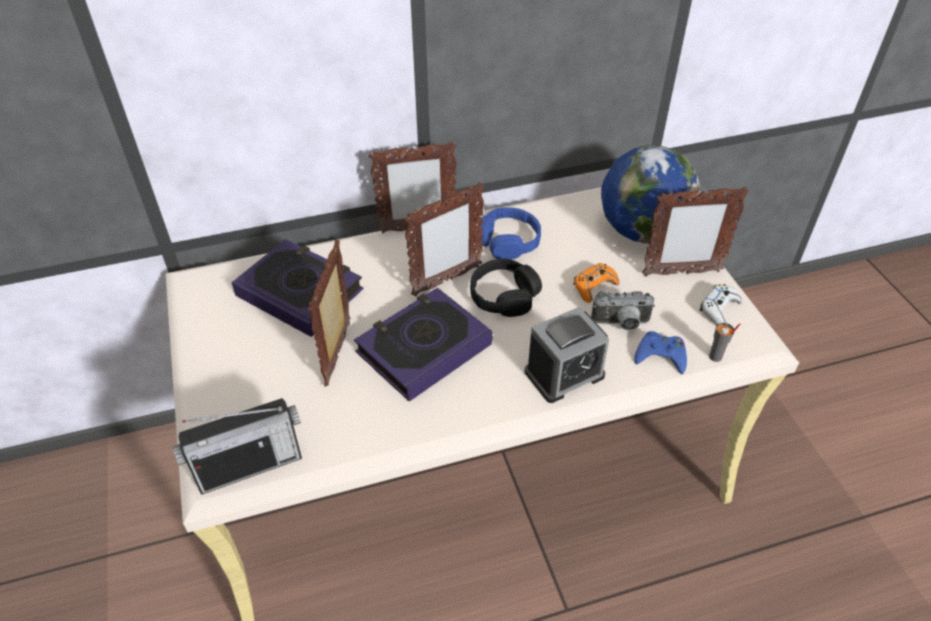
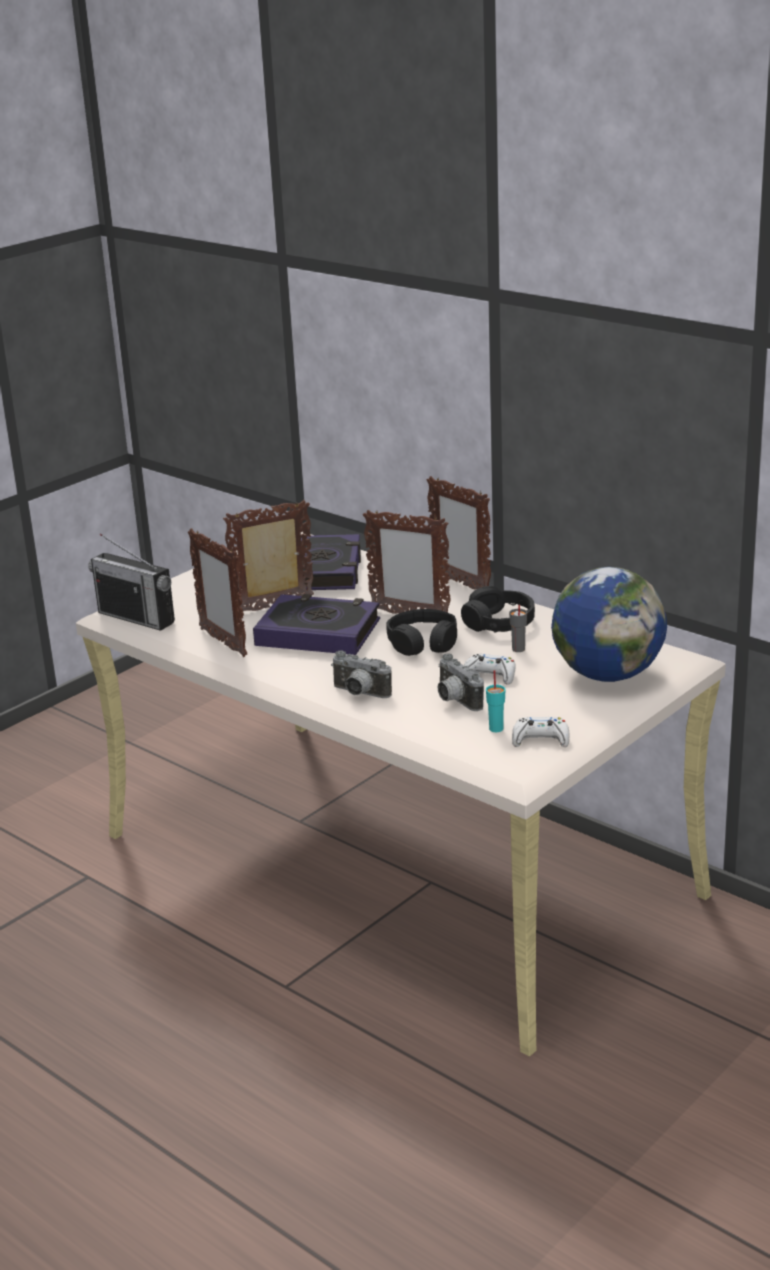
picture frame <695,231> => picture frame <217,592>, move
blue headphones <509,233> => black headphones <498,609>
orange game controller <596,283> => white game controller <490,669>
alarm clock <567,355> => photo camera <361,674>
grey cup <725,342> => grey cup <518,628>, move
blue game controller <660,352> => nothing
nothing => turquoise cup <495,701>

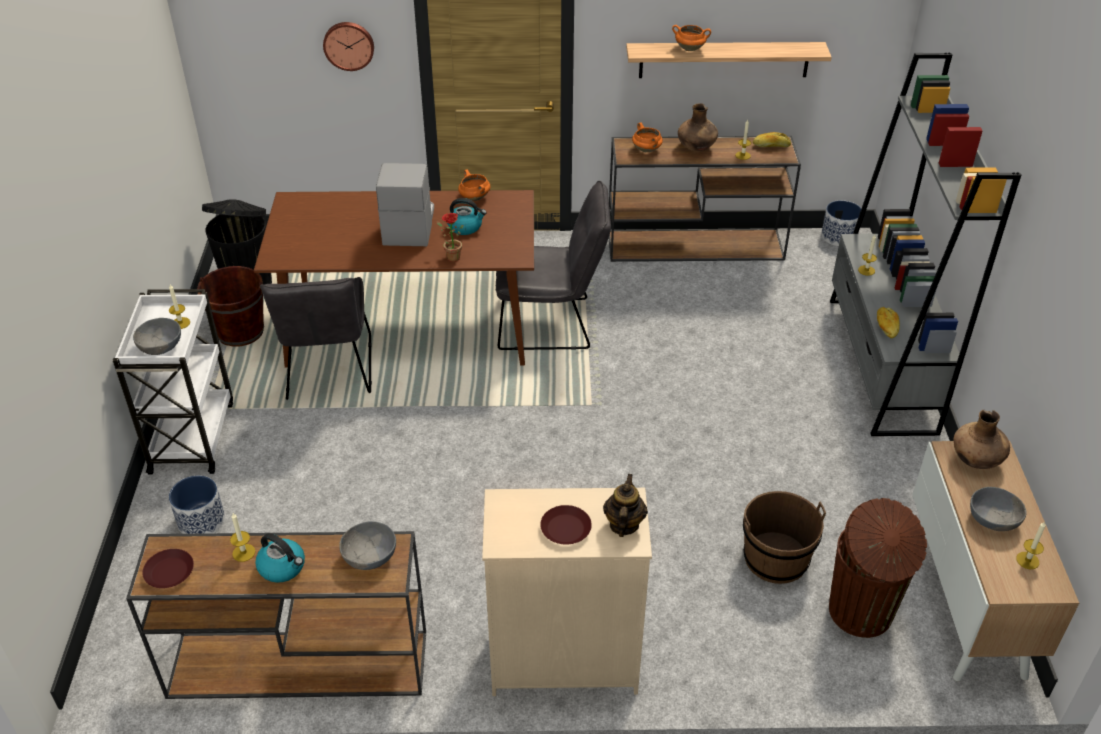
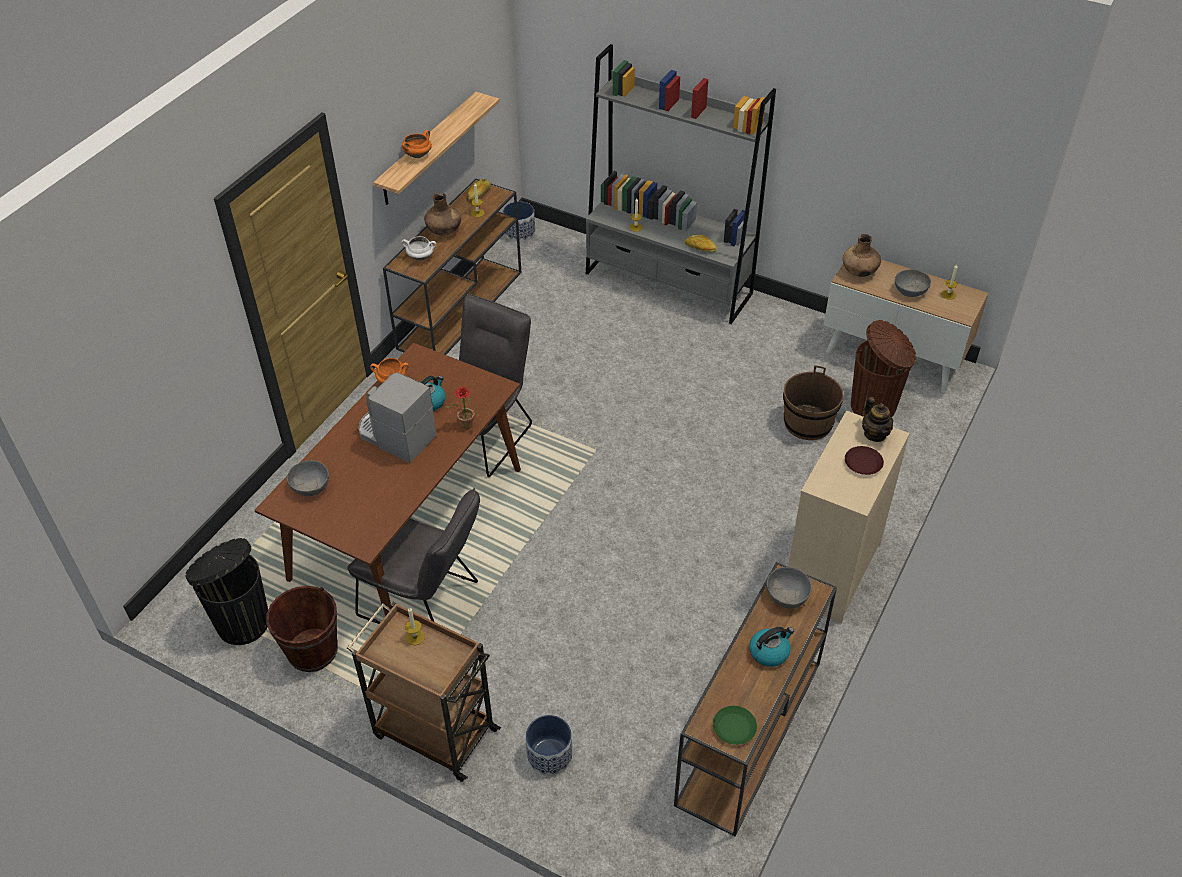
wall clock <348,46> => nothing
orange cooking pot <647,137> => white cooking pot <419,248>
white cart <173,381> => brown cart <424,692>
grey bowl <157,336> => grey bowl <308,478>, move
teapot <625,505> => teapot <877,419>, 150 degrees counterclockwise
candle <242,537> => nothing
brown plate <168,568> => green plate <735,725>

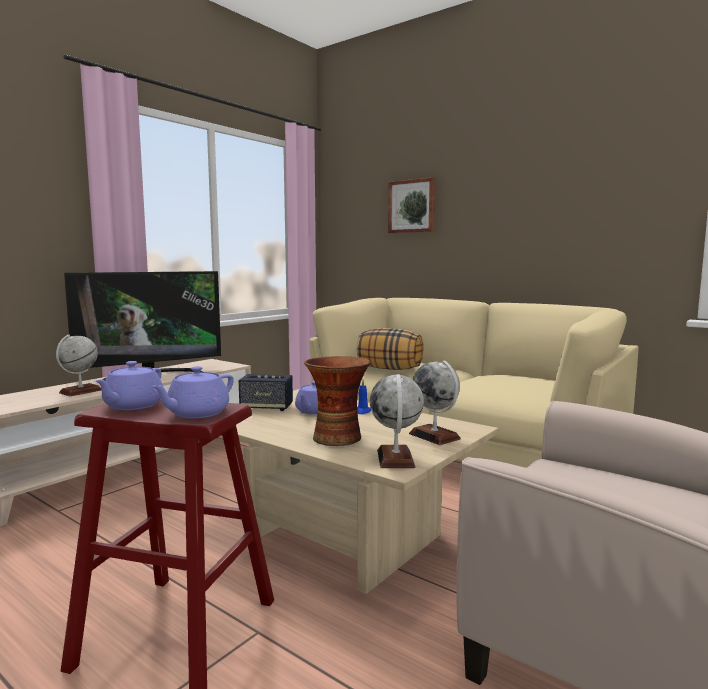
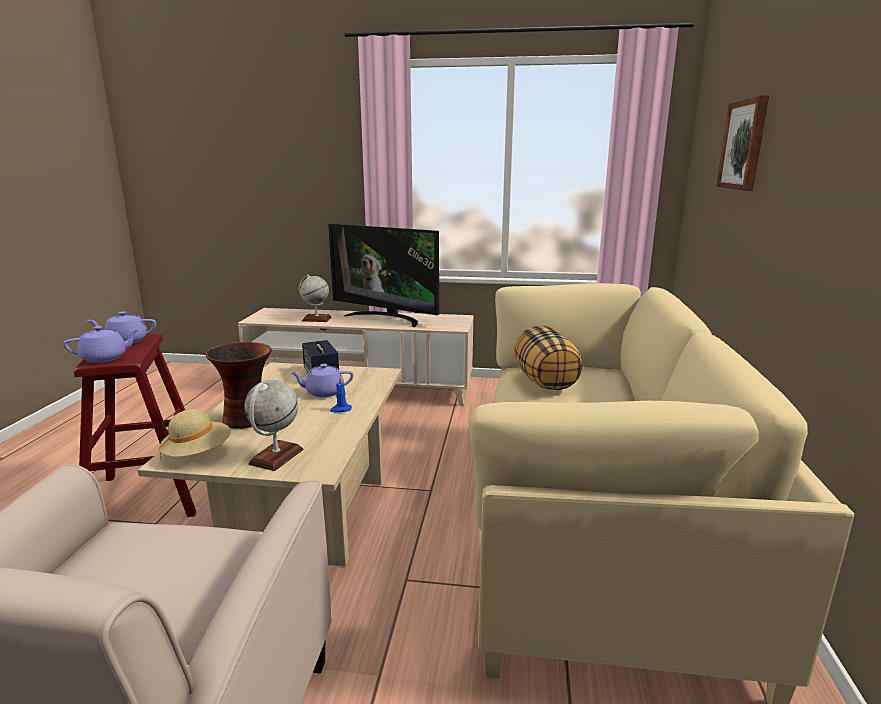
purple teapot <192,392> => purple teapot <101,344>, 150 degrees clockwise
globe <397,421> => beige hat <195,433>

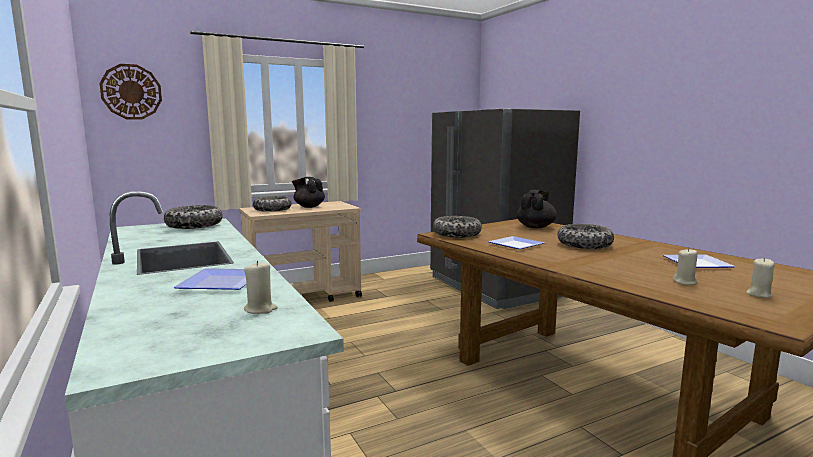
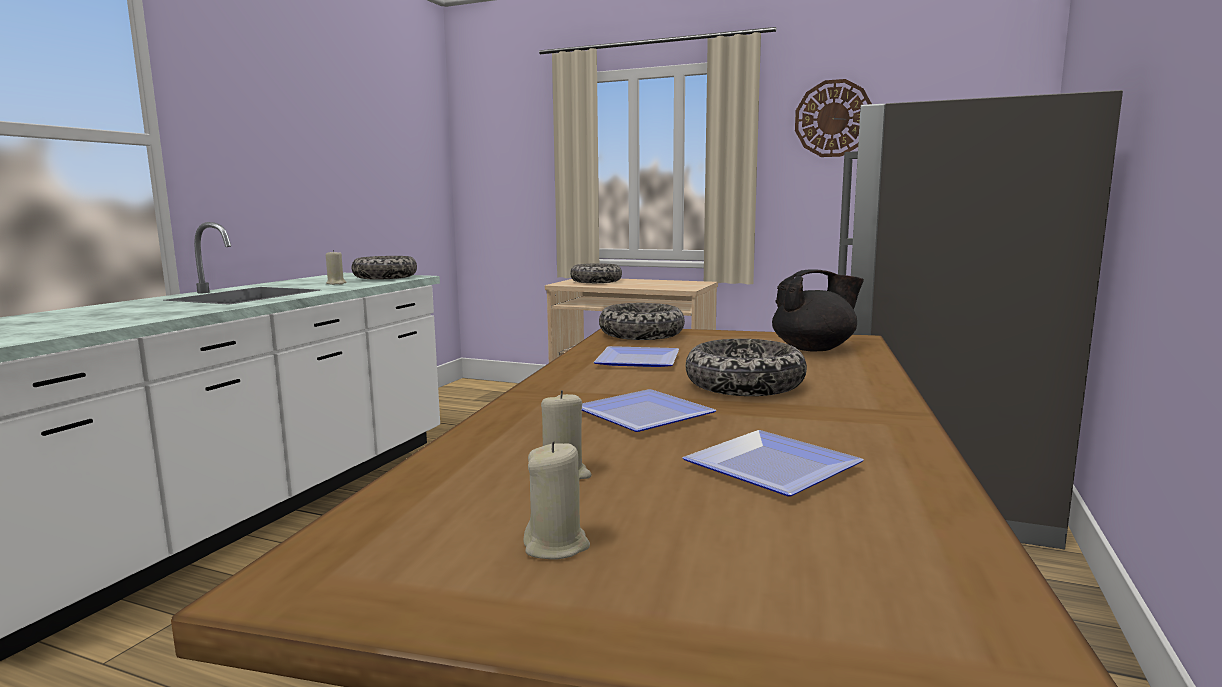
wall clock <130,92> => wall clock <833,118>, move
black teapot <308,192> => nothing
beige candle <261,287> => beige candle <336,267>, move
plate <210,279> => plate <649,410>, move

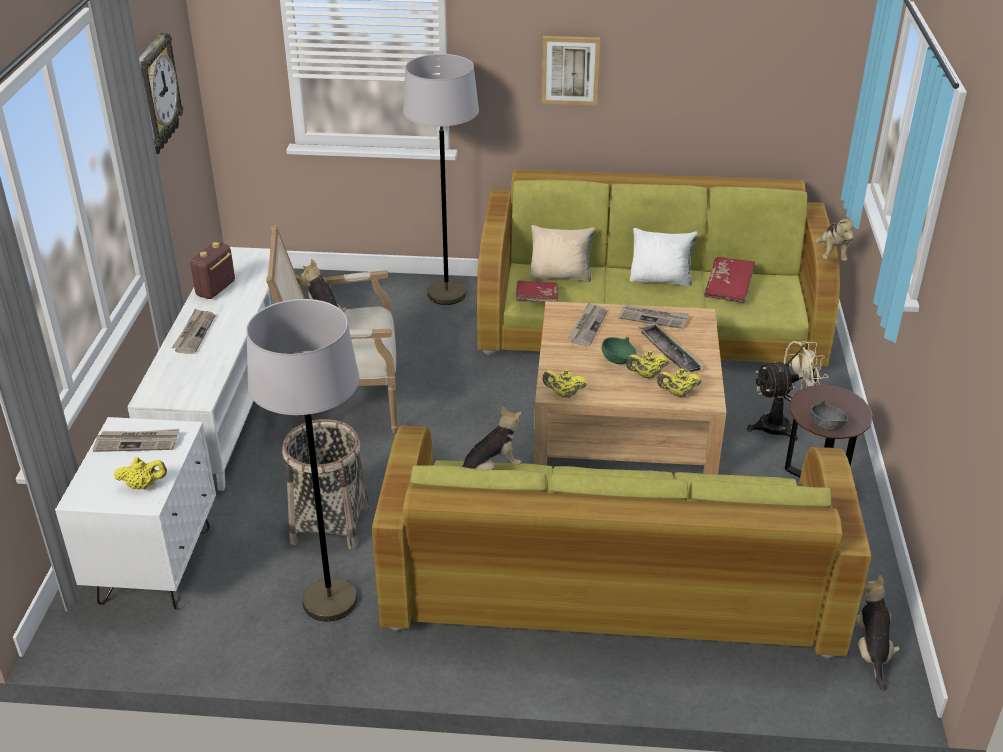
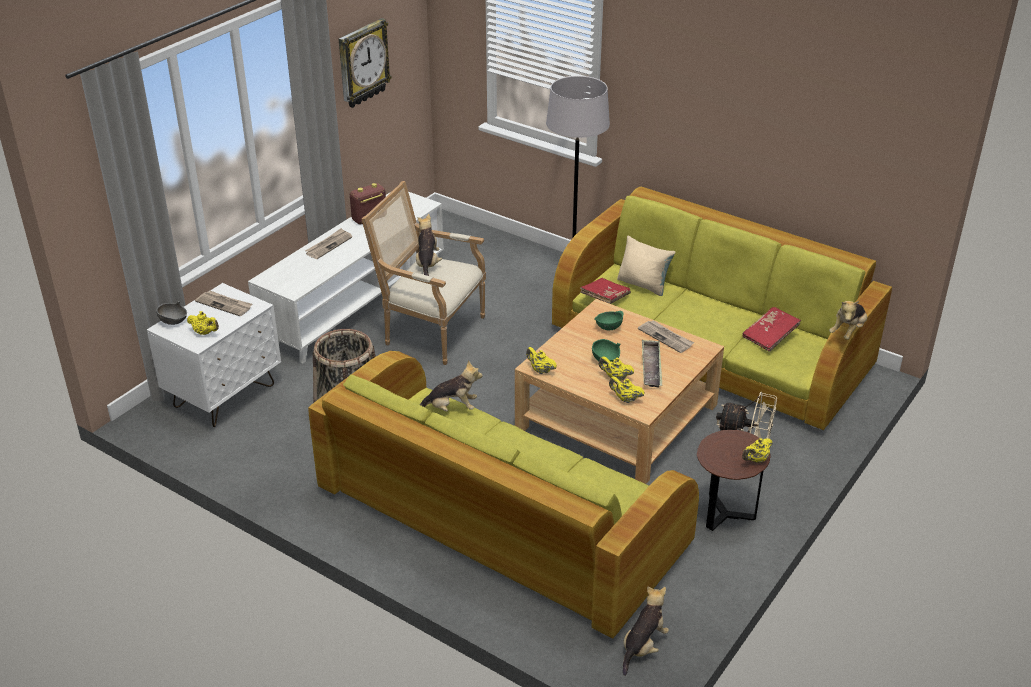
picture <571,70> => nothing
white pillow <664,257> => nothing
grey floor lamp <302,460> => nothing
newspaper <587,324> => green bowl <609,320>
grey bowl <829,415> => grey bowl <171,313>, move
nothing => yellow teapot <757,450>

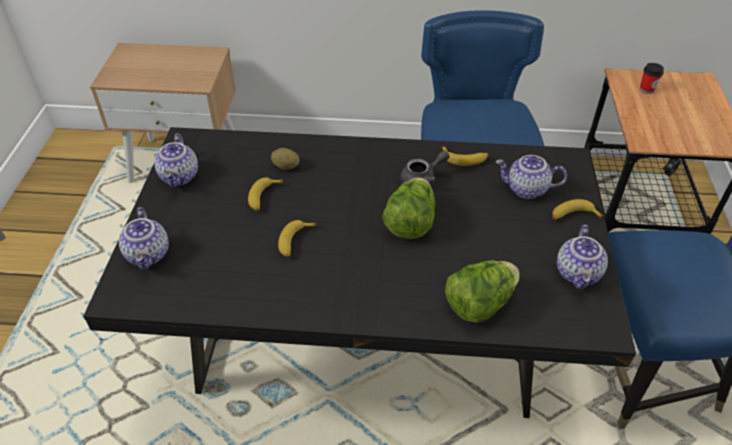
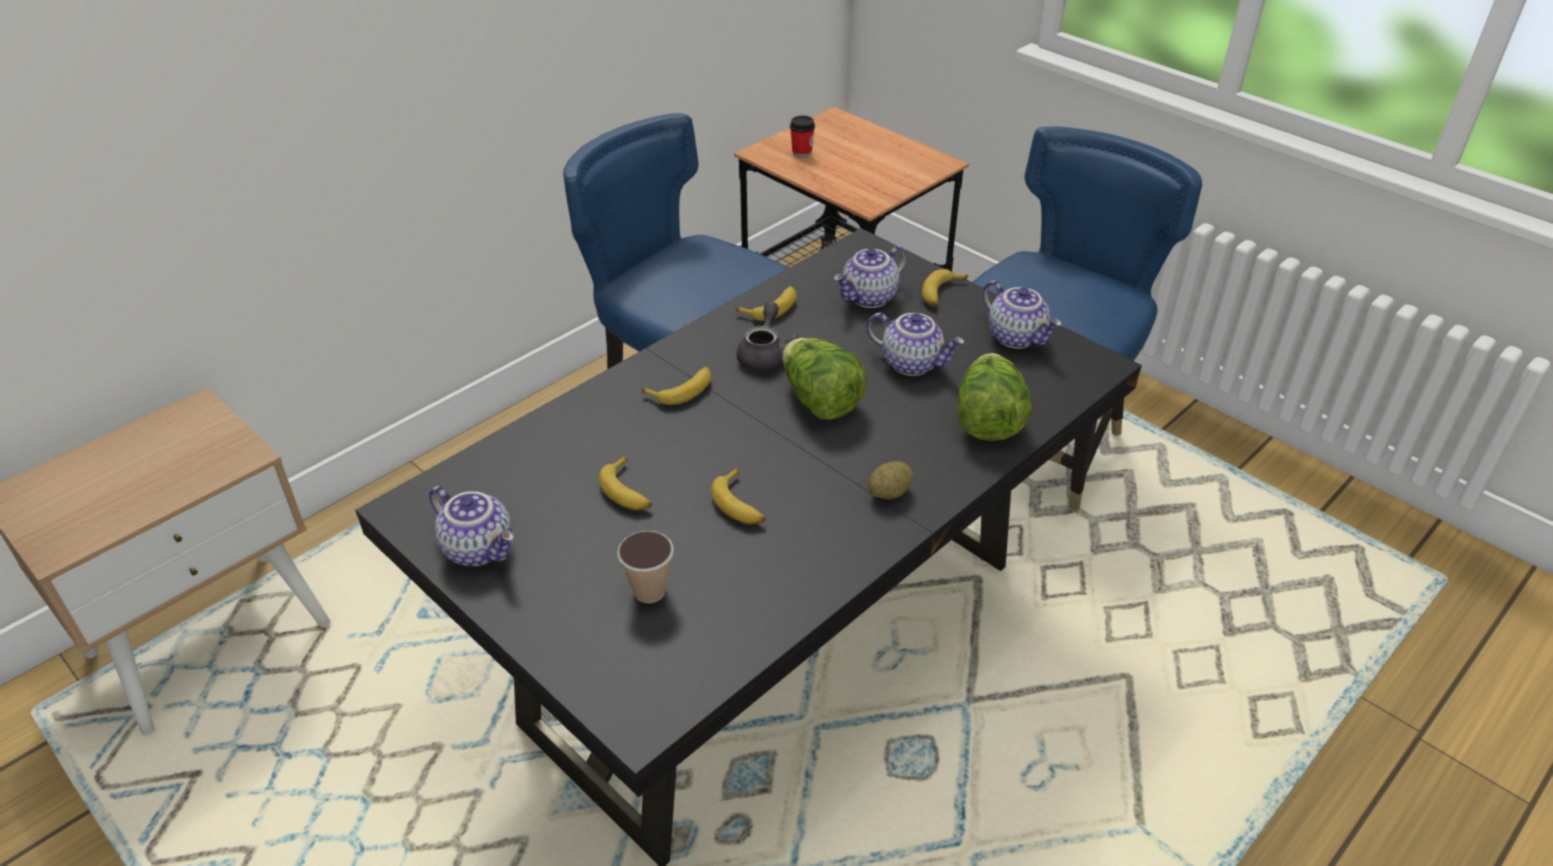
potato <285,159> => potato <890,480>, move
teapot <144,238> => teapot <915,344>, move
nothing => banana <677,385>
nothing => cup <645,567>

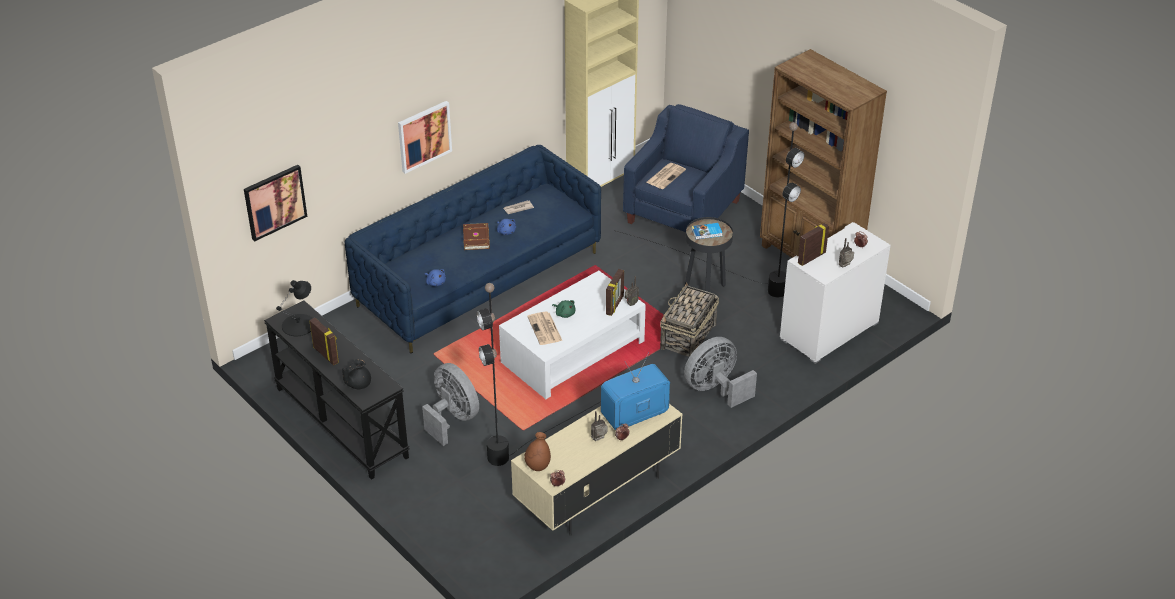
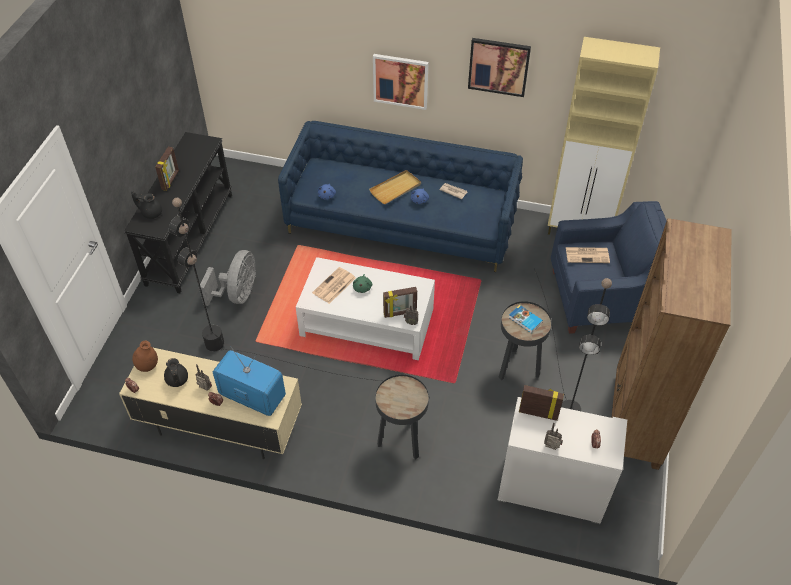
picture <275,203> => picture <499,67>, move
brown book <476,236> => beige tray <395,187>
black table lamp <294,308> => nothing
basket <689,319> => nothing
grey fan <720,372> => black side table <402,417>
nothing => black teapot <176,372>

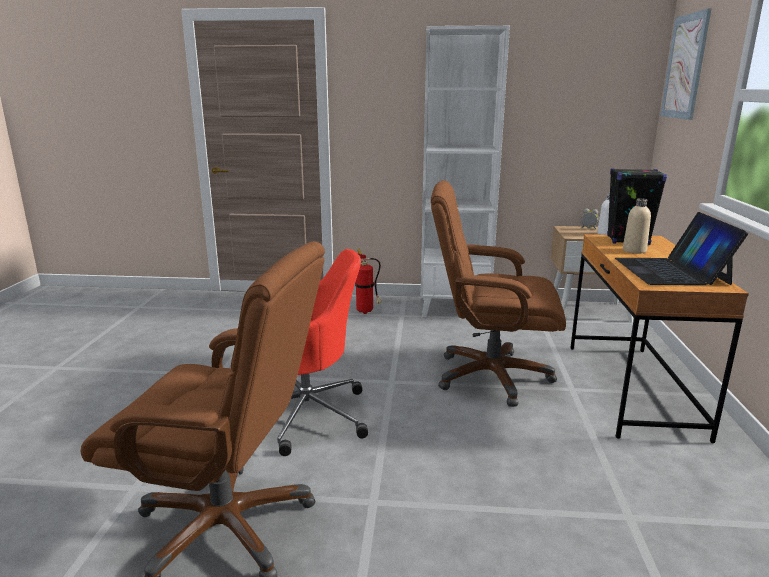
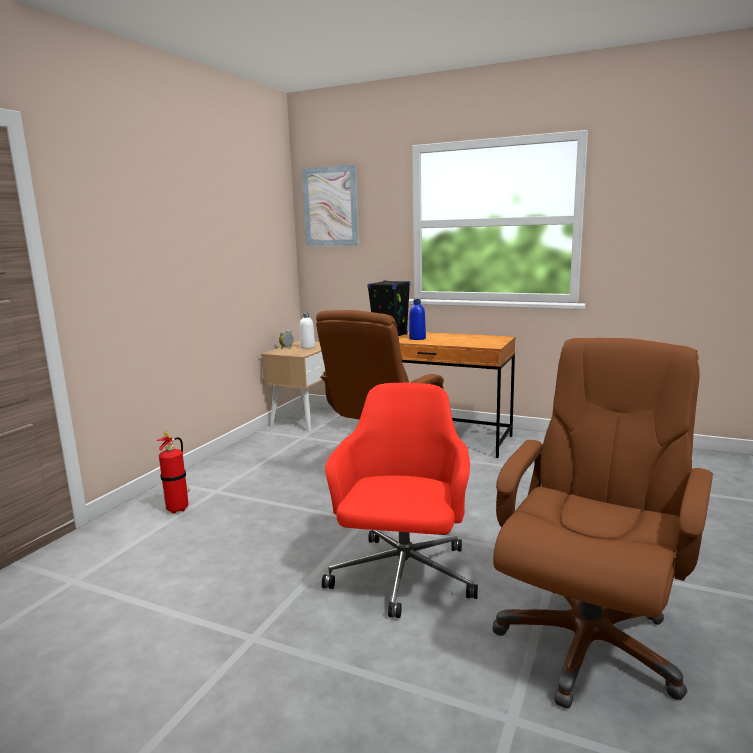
white bookcase <465,171> => nothing
beige bottle <637,226> => blue bottle <417,319>
laptop <682,248> => nothing

